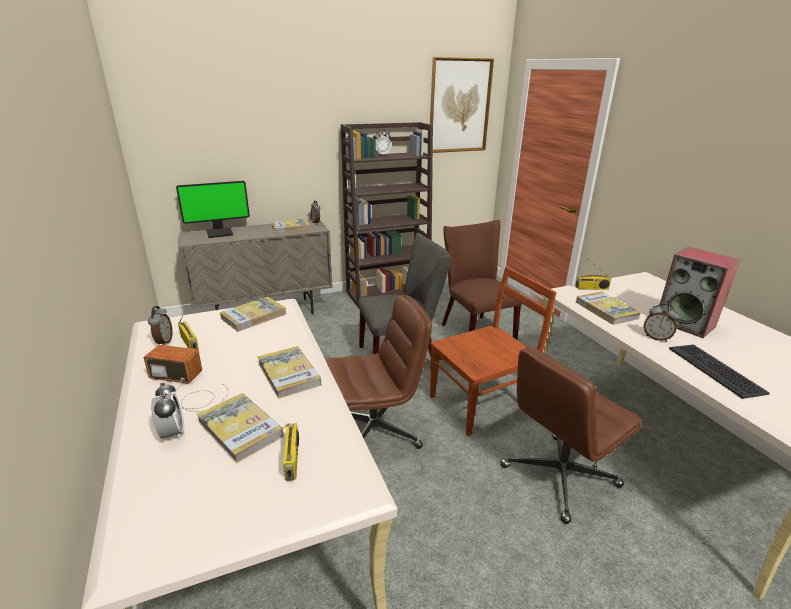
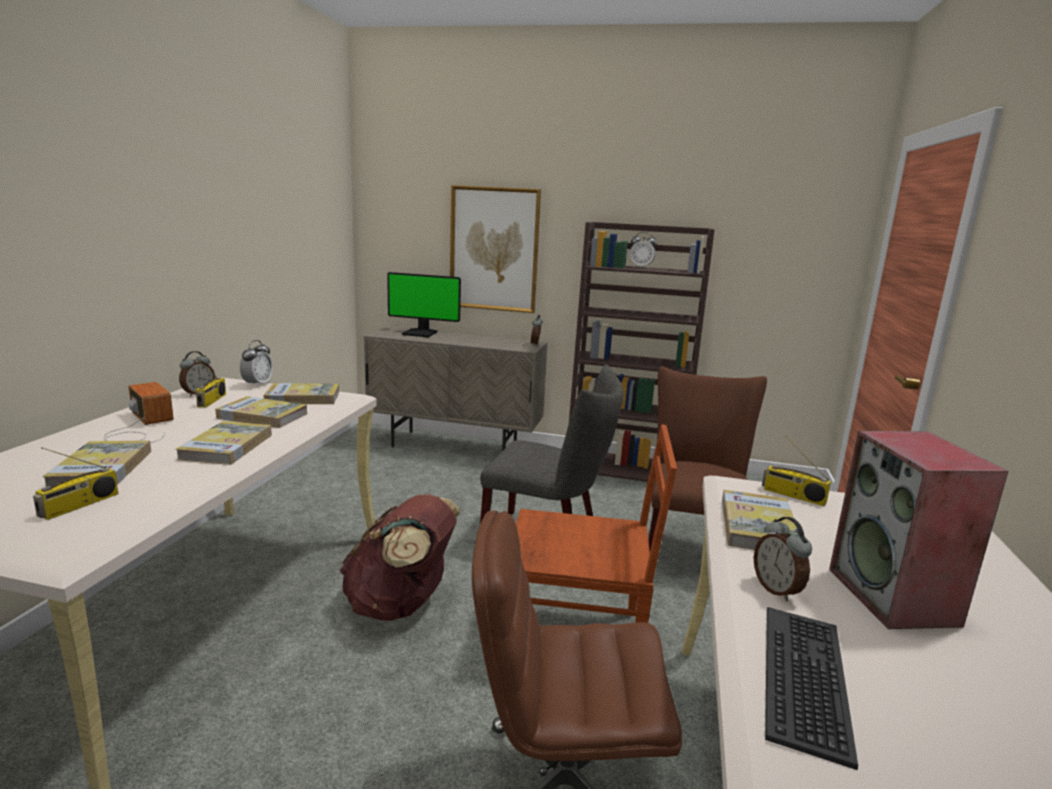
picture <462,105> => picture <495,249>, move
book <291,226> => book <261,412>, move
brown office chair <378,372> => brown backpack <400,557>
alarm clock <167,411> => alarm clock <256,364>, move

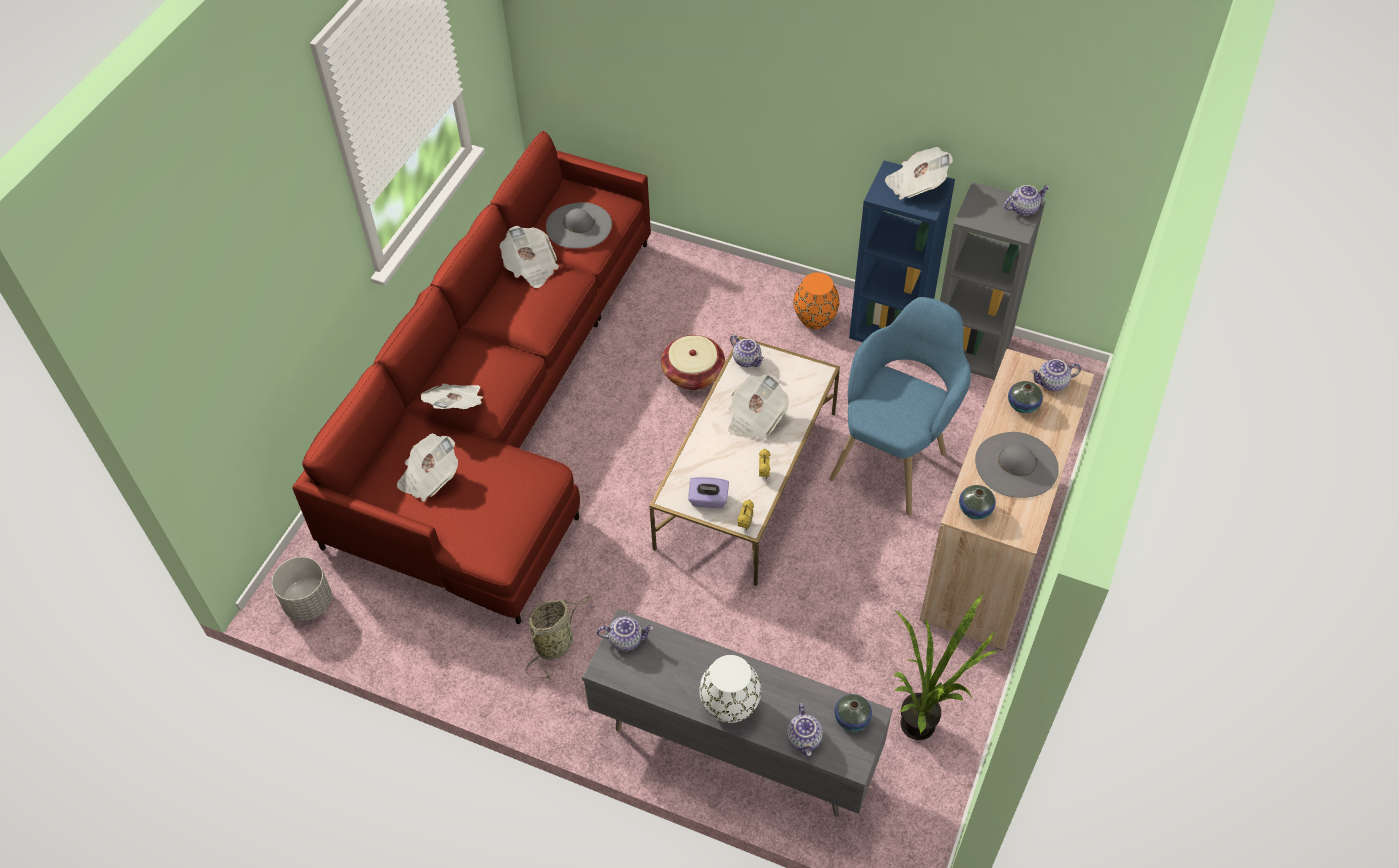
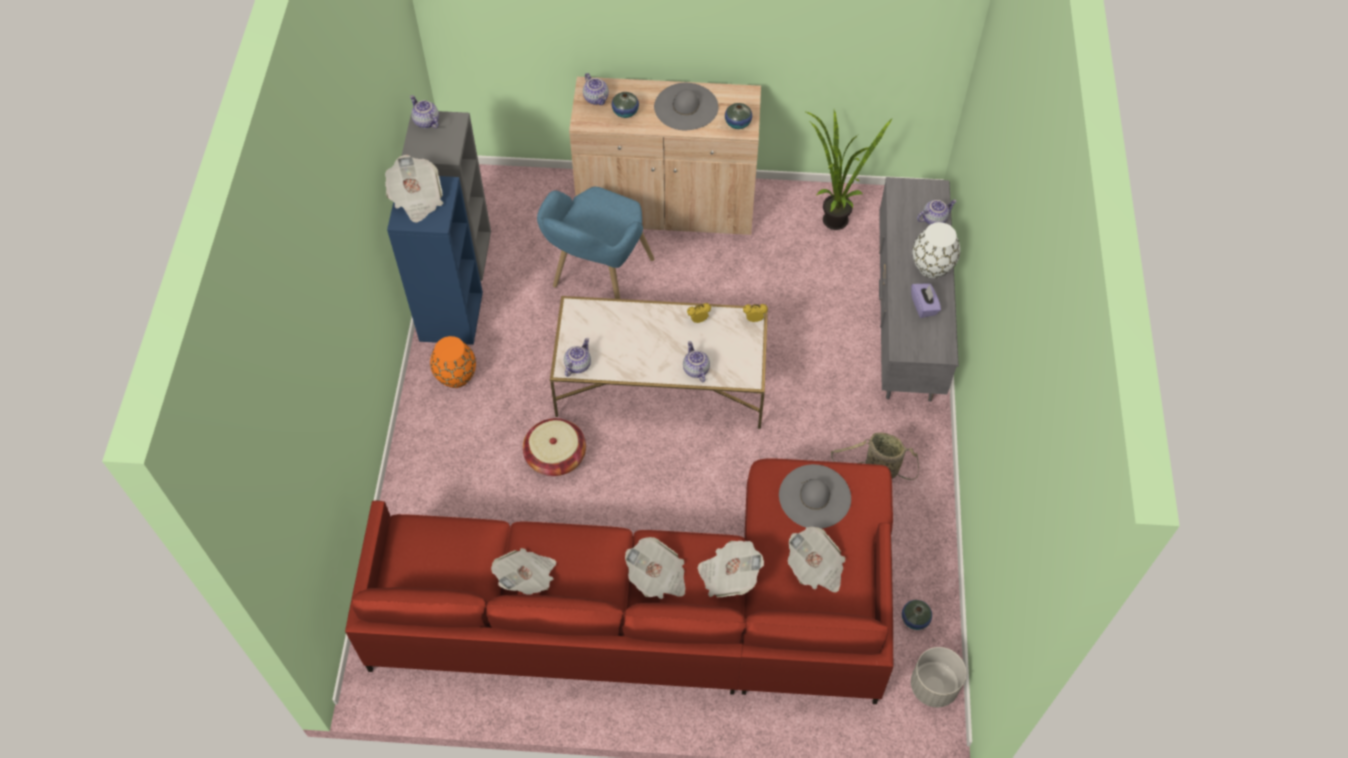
grey hat <579,225> => grey hat <815,496>, move
blue armchair <900,406> => blue armchair <595,242>, 75 degrees counterclockwise
newspaper <758,407> => newspaper <655,568>, move
purple tissue box <708,492> => purple tissue box <926,300>, move
teapot <625,633> => teapot <696,361>, move
vase <853,712> => vase <917,615>, move

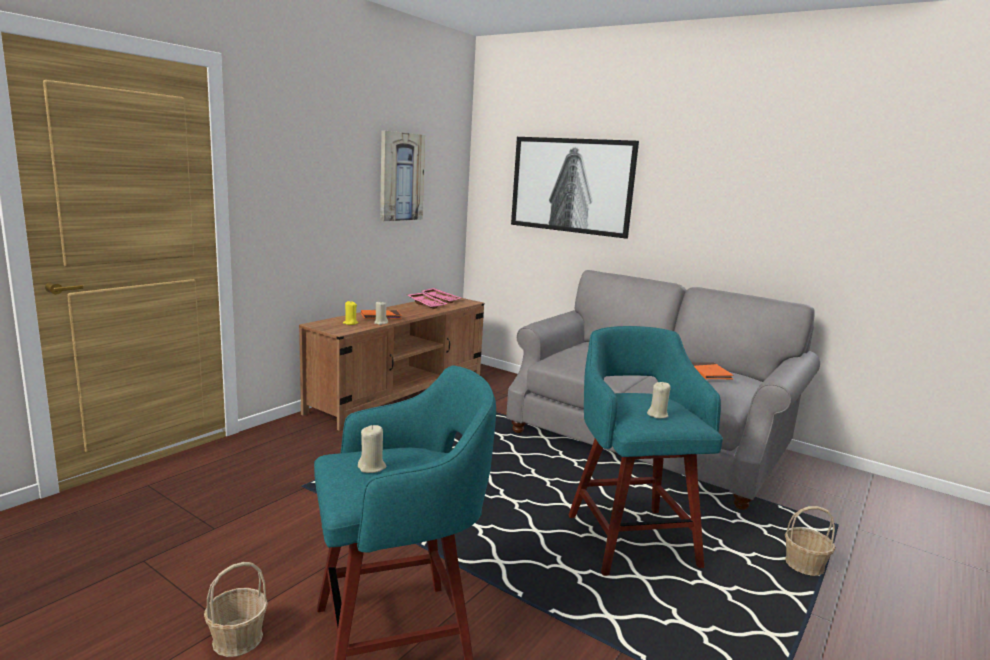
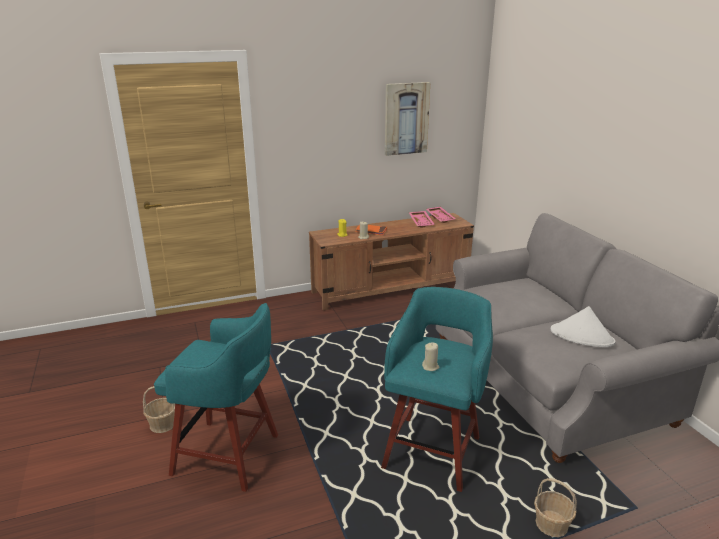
picture <575,188> => nothing
orange book <713,371> => white hat <583,326>
beige candle <372,449> => nothing

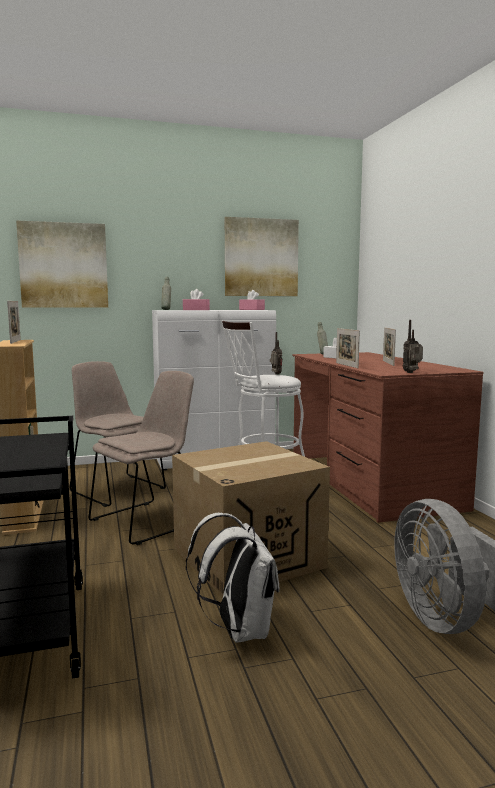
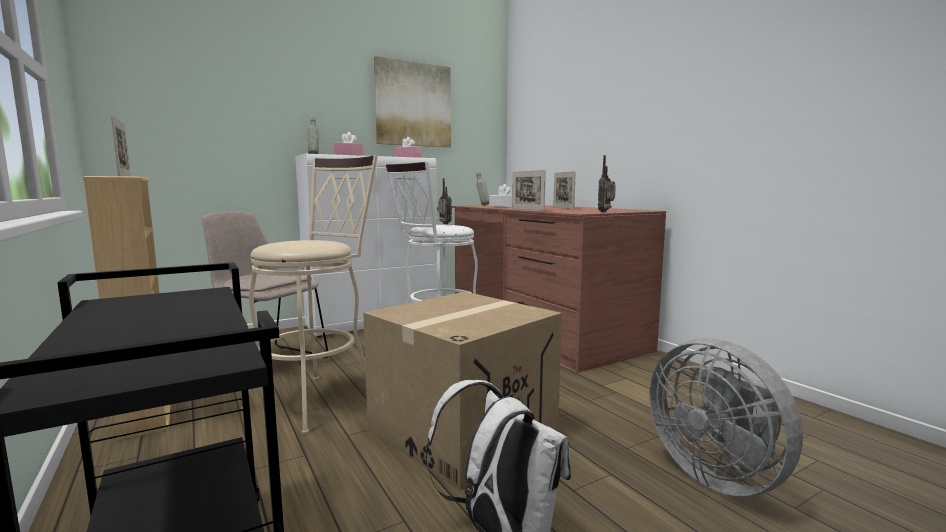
picture <62,264> => nothing
beige chair <141,458> => beige stool <309,294>

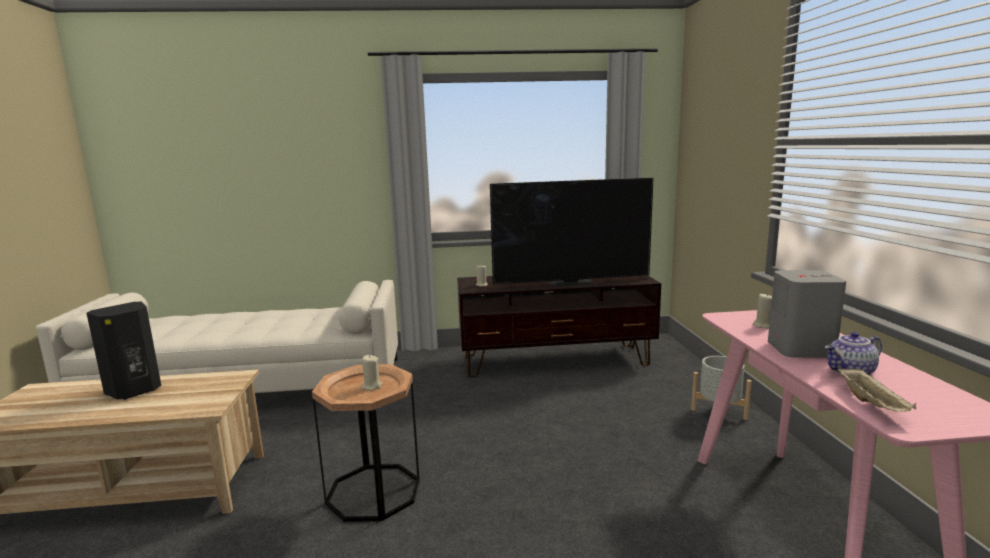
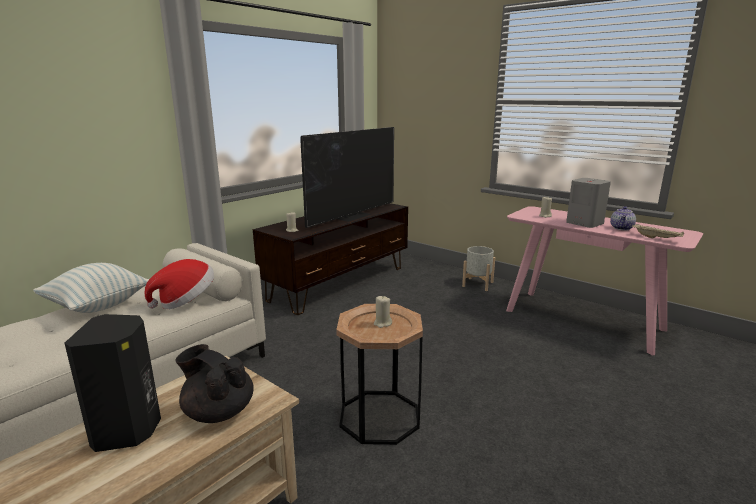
nothing => hat <179,284>
nothing => pillow <91,288>
nothing => black teapot <214,383>

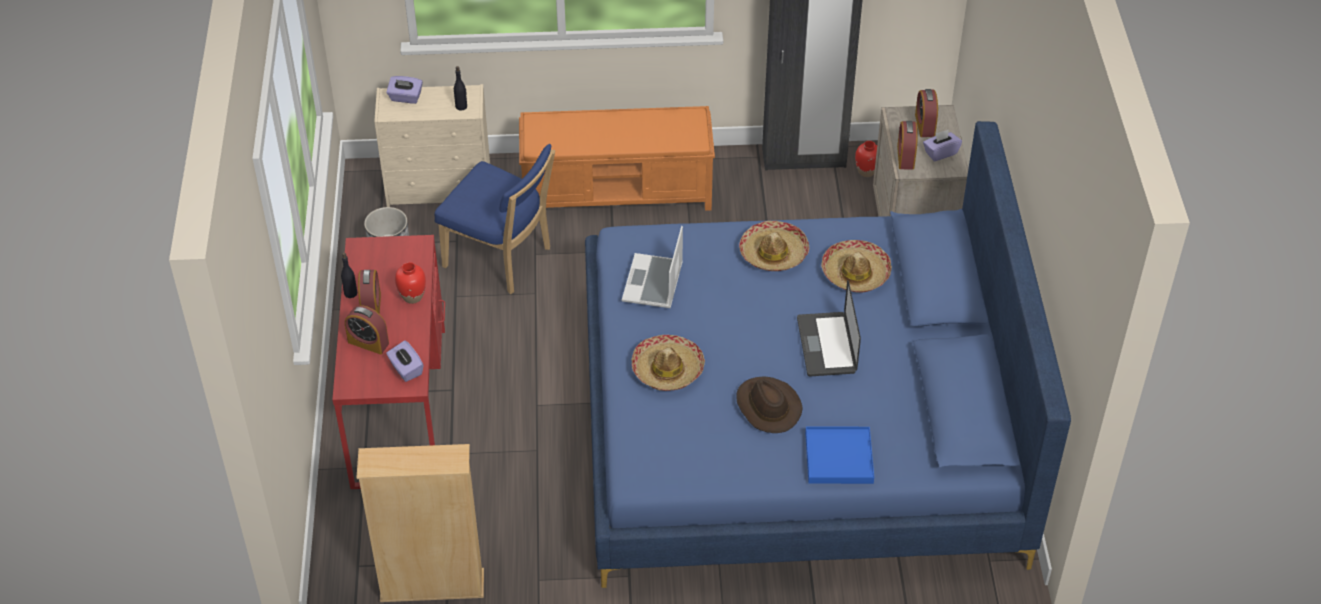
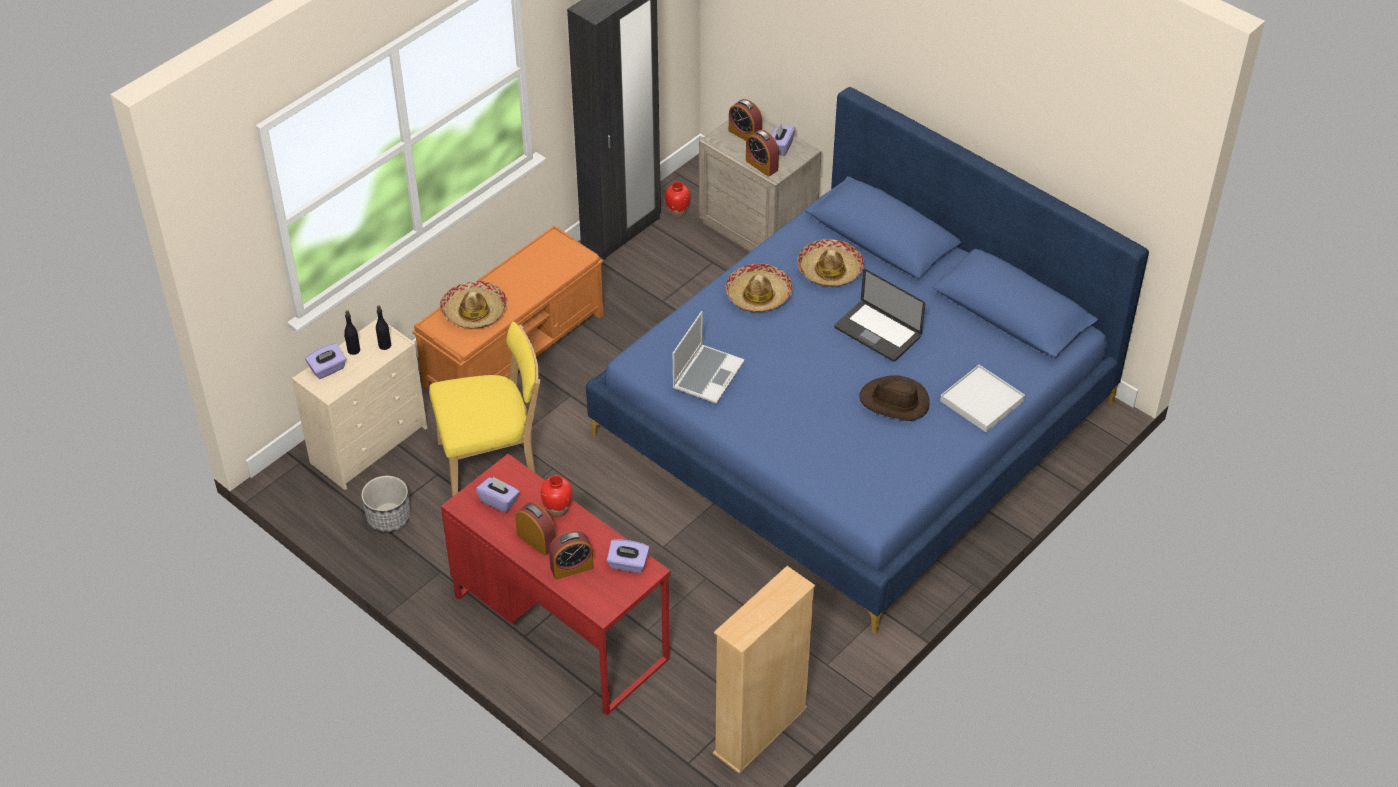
blue chair <495,219> => yellow chair <484,409>
laptop <652,267> => laptop <709,357>, 120 degrees counterclockwise
black bottle <349,275> => black bottle <352,332>, move
hat <668,363> => hat <473,305>, move
blue tray <839,455> => white tray <982,398>
nothing => purple tissue box <498,494>

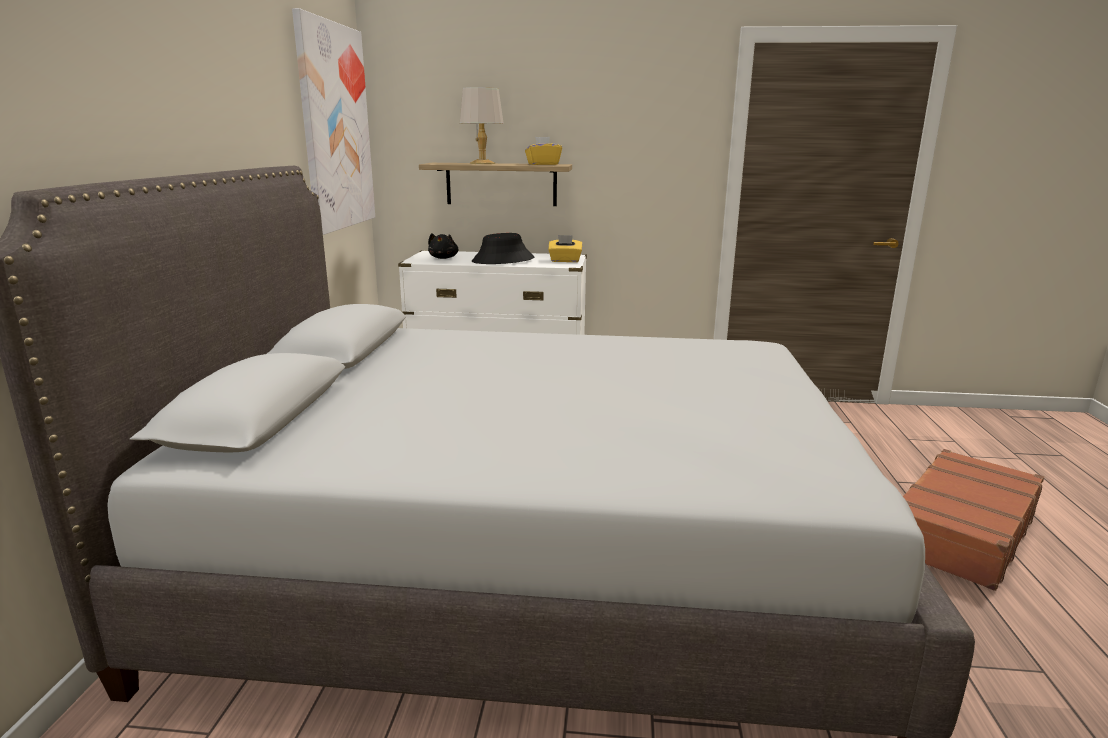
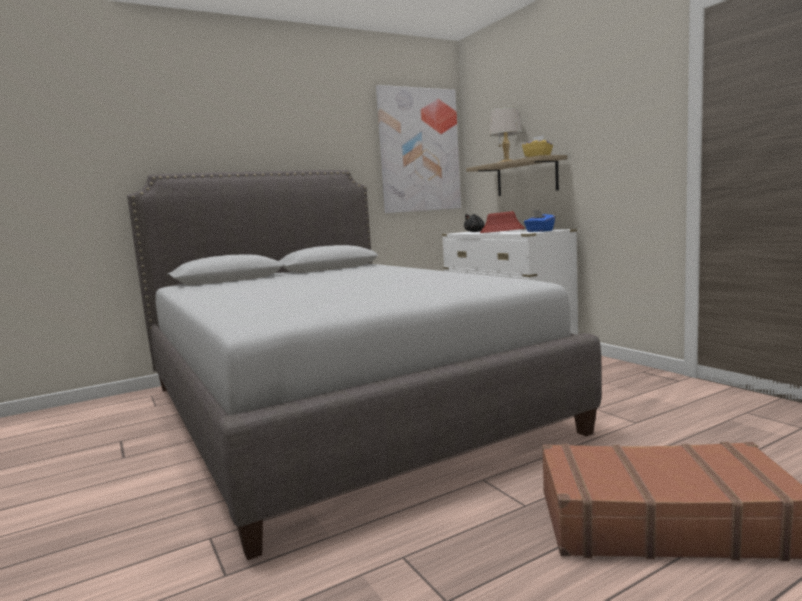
black hat <503,248> => red hat <502,222>
yellow tissue box <565,248> => blue tissue box <539,221>

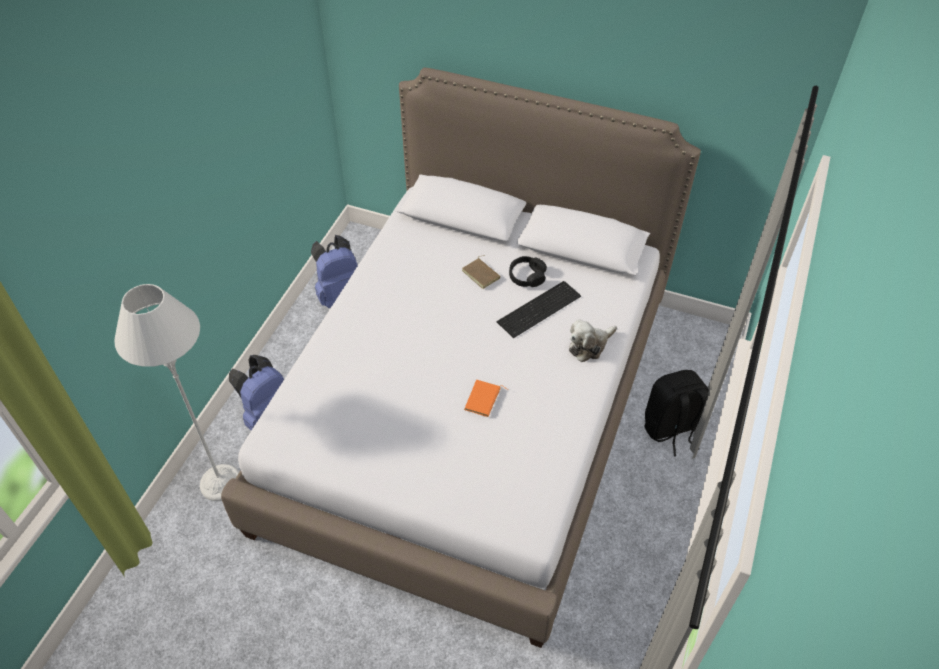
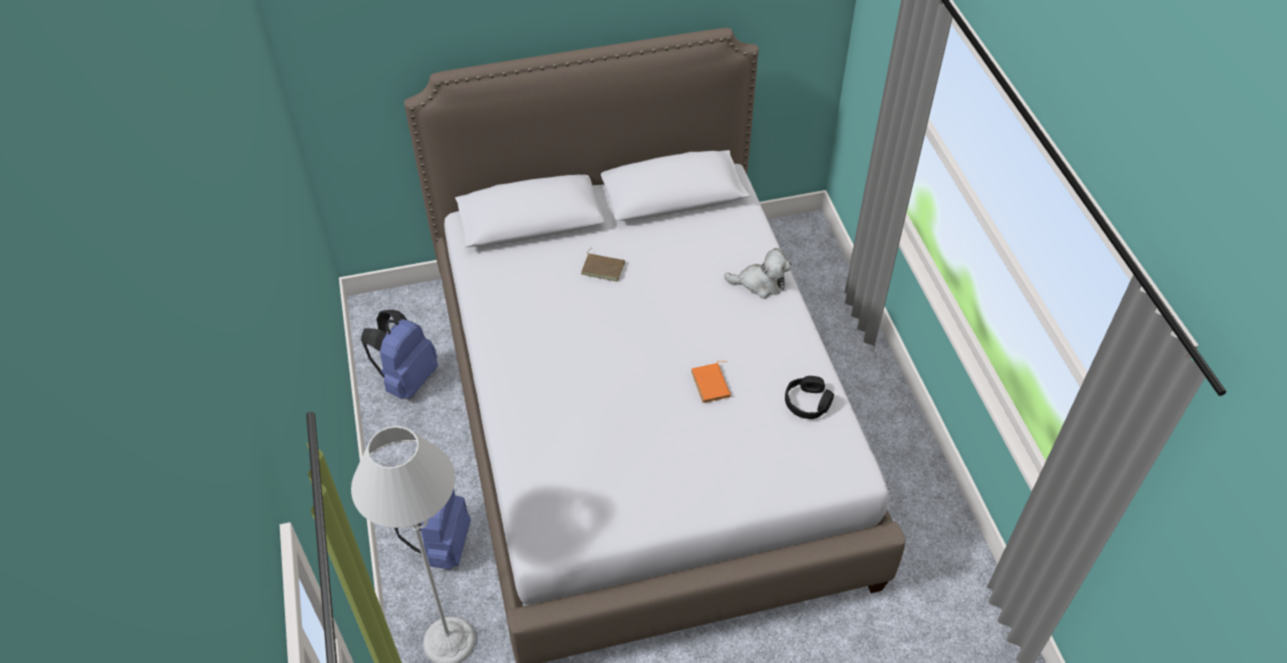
black headphones <528,271> => black headphones <809,397>, move
keyboard <538,309> => nothing
plush toy <593,341> => plush toy <758,273>, 105 degrees counterclockwise
black backpack <676,413> => nothing

